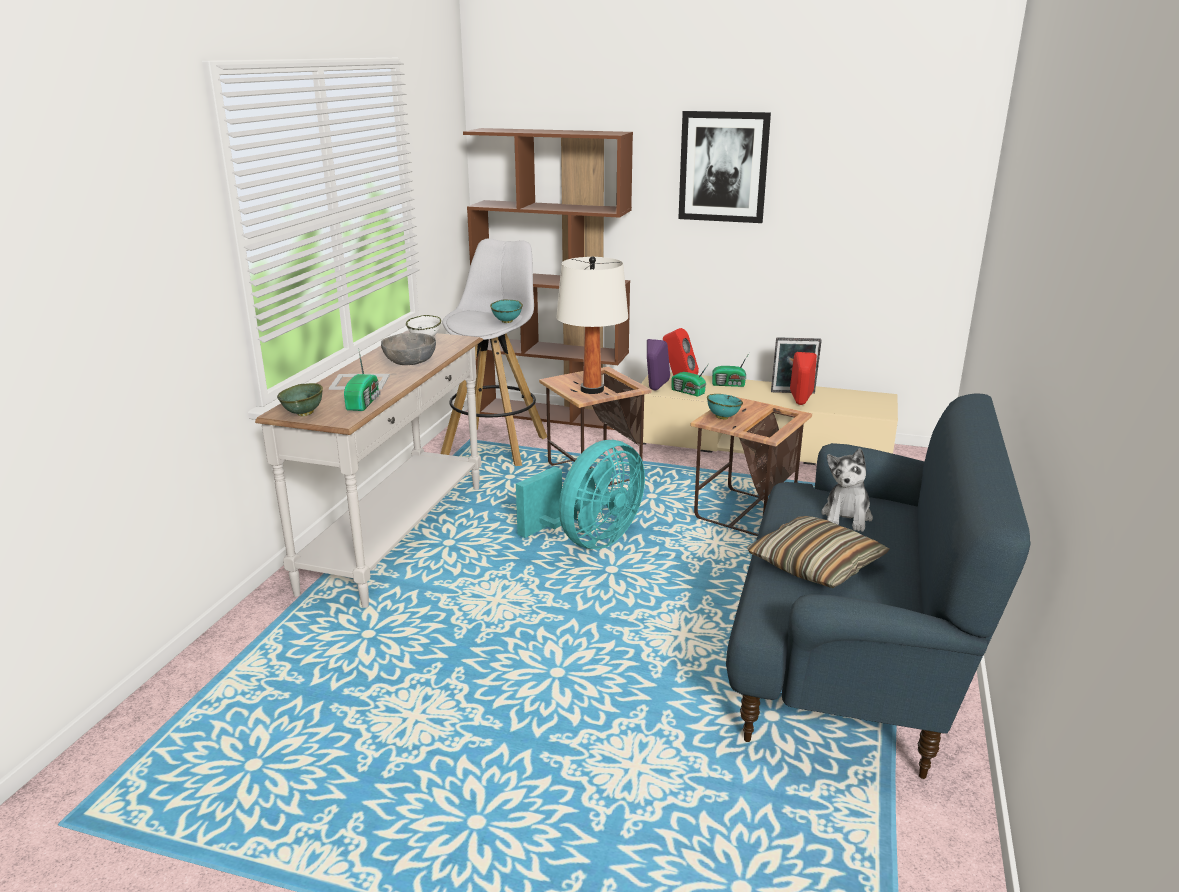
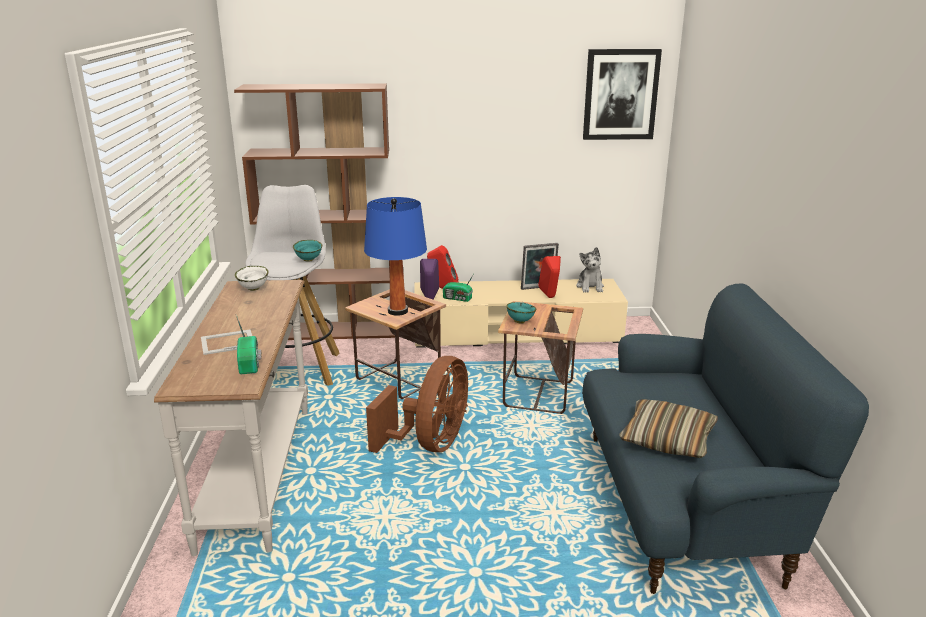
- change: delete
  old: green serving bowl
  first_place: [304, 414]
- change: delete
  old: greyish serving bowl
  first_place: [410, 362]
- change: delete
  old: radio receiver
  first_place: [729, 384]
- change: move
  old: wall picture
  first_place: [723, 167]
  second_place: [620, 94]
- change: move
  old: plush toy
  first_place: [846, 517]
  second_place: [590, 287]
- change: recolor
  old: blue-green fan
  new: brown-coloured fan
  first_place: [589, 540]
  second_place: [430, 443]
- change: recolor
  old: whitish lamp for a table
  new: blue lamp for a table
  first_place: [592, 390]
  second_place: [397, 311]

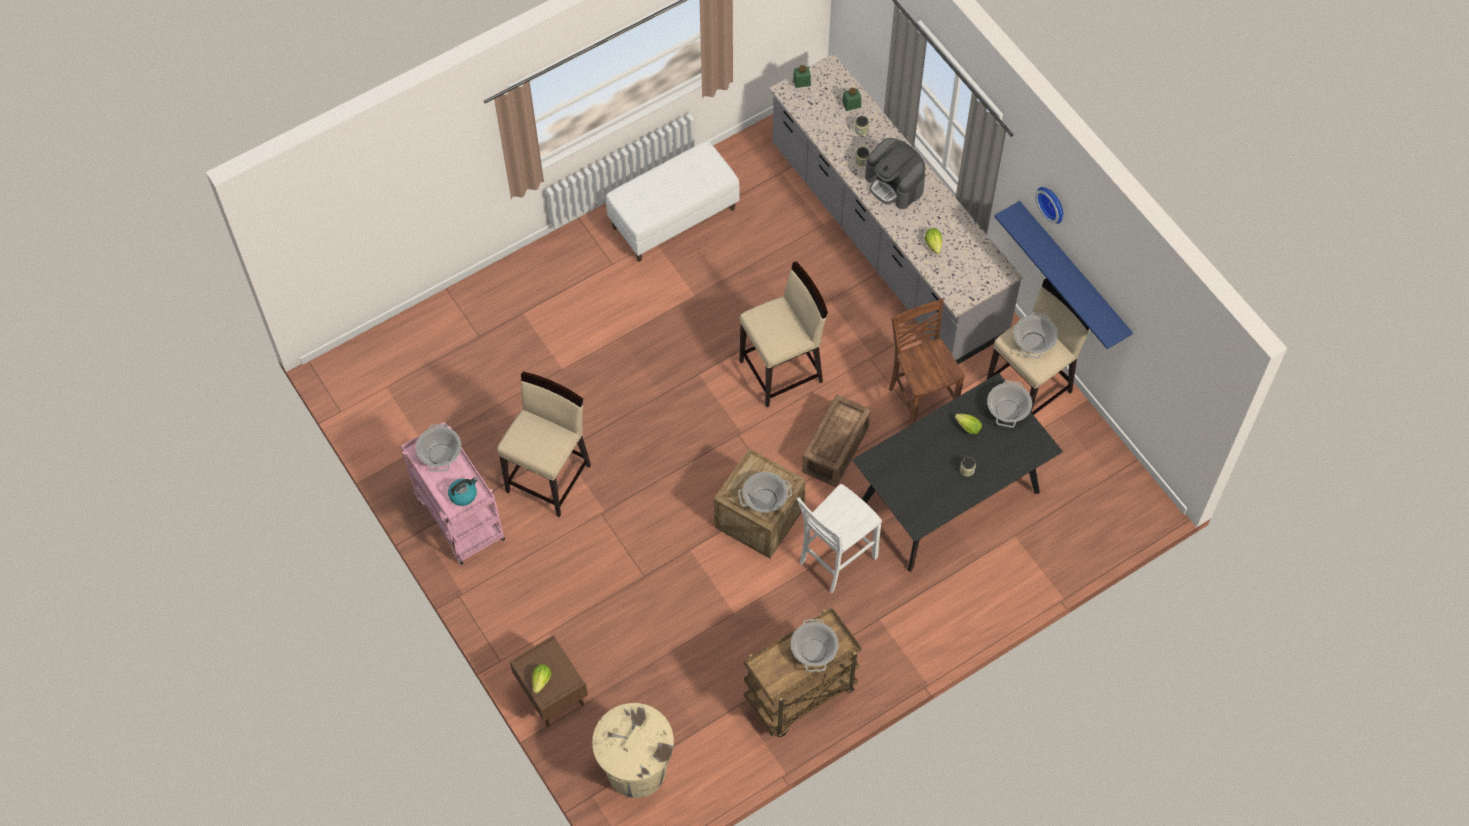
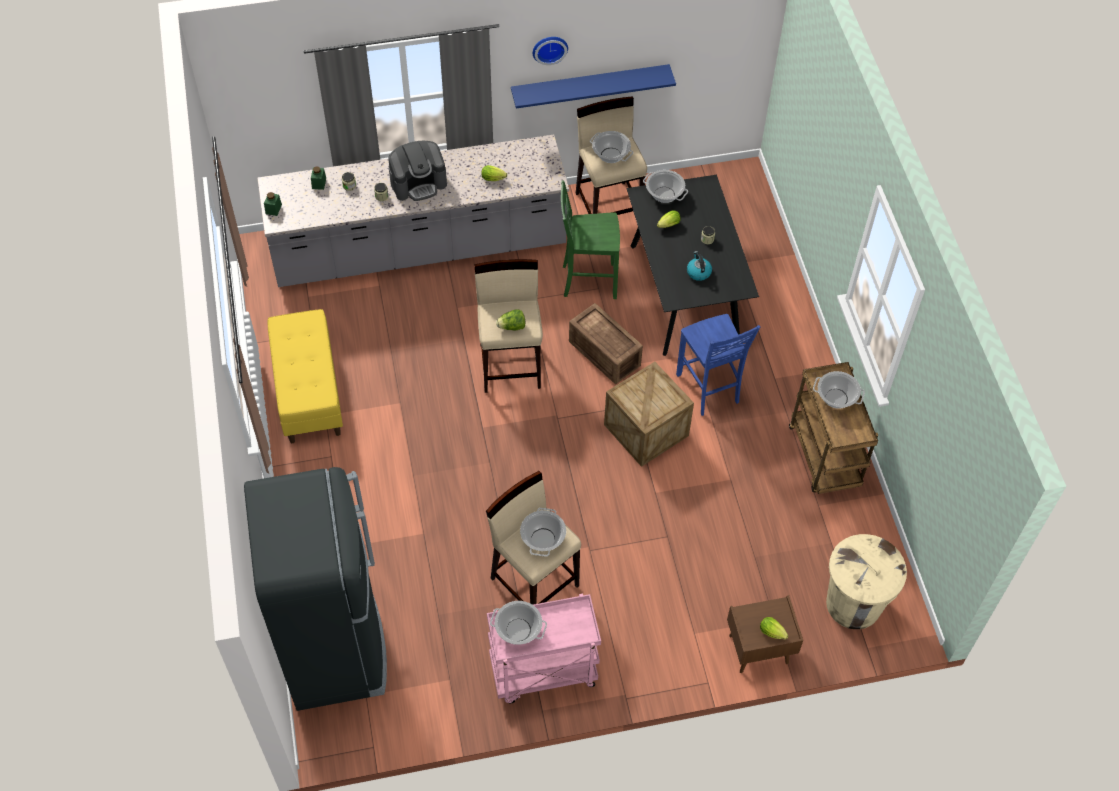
- change: insert
  new: black-coloured kitchen fridge
  second_place: [336, 648]
- change: insert
  new: lettuce head
  second_place: [512, 327]
- change: move
  old: tea kettle
  first_place: [463, 494]
  second_place: [698, 272]
- change: move
  old: stockpot
  first_place: [765, 499]
  second_place: [543, 538]
- change: recolor
  old: whitish indoor bench
  new: yellow-coloured indoor bench
  first_place: [674, 217]
  second_place: [308, 391]
- change: recolor
  old: whitish plain chair
  new: blue plain chair
  first_place: [835, 560]
  second_place: [708, 389]
- change: recolor
  old: brown-coloured plain chair
  new: green plain chair
  first_place: [920, 403]
  second_place: [587, 280]

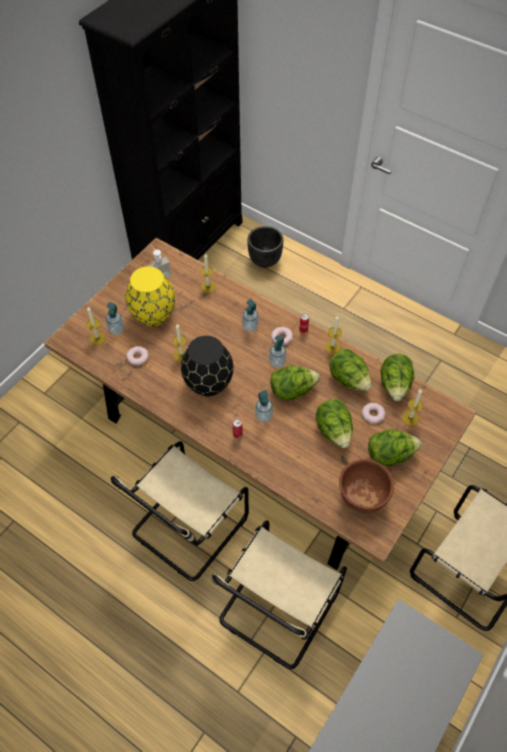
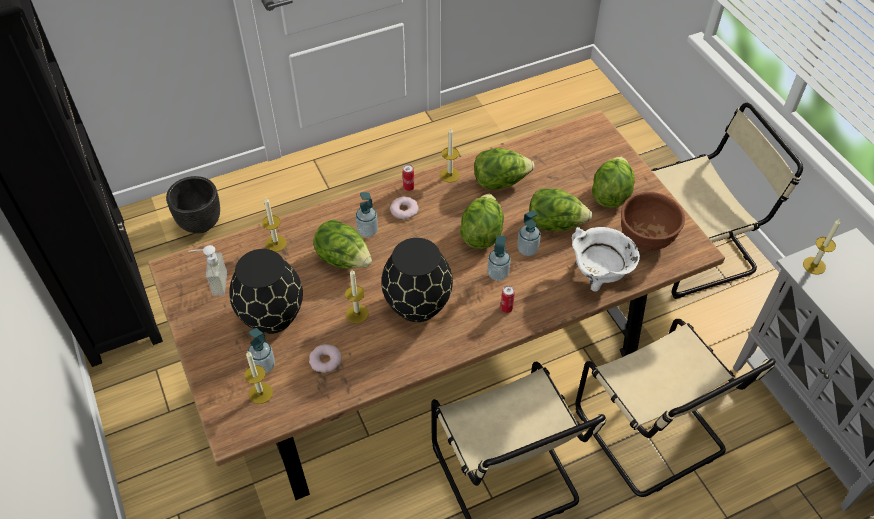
- change: delete
  old: donut
  first_place: [373, 414]
- change: insert
  new: whitish stockpot
  second_place: [598, 278]
- change: move
  old: soap bottle
  first_place: [277, 362]
  second_place: [527, 249]
- change: move
  old: lettuce head
  first_place: [394, 385]
  second_place: [344, 259]
- change: move
  old: wax candle
  first_place: [410, 418]
  second_place: [814, 265]
- change: recolor
  old: yellow-coloured flower vase
  new: black-coloured flower vase
  first_place: [154, 314]
  second_place: [272, 315]

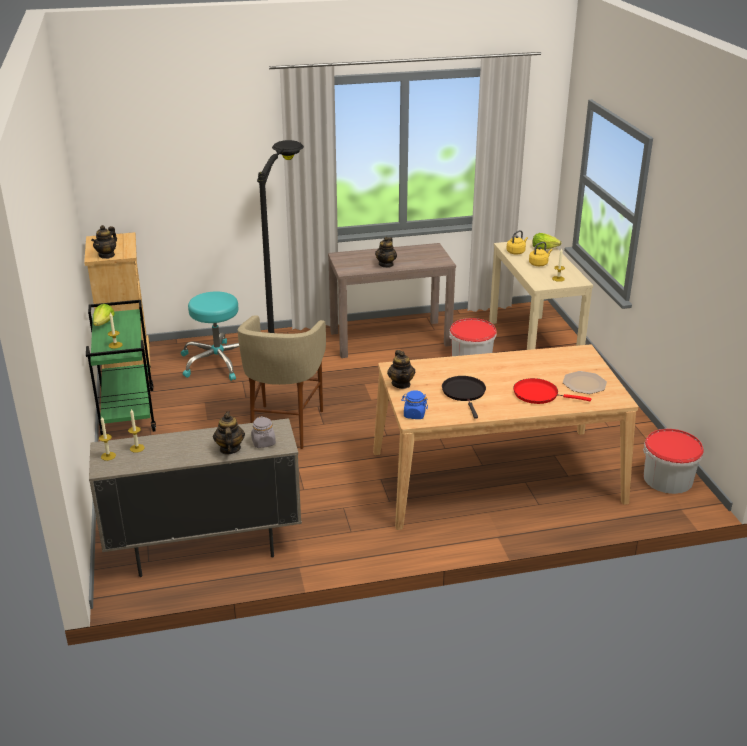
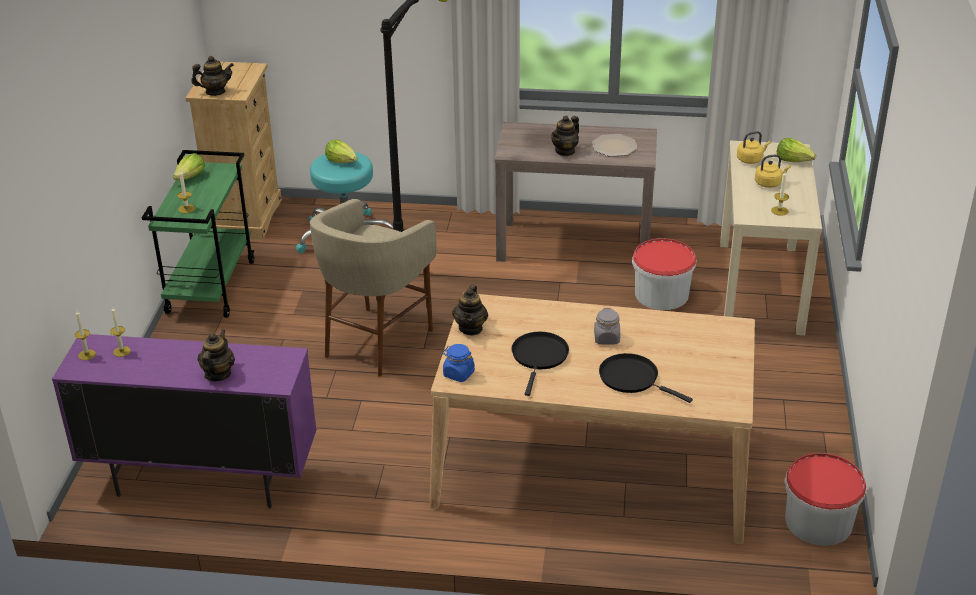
- change: insert
  new: lettuce head
  second_place: [342, 161]
- change: move
  old: greyish preserve jar
  first_place: [263, 442]
  second_place: [607, 338]
- change: move
  old: plate
  first_place: [584, 383]
  second_place: [614, 146]
- change: recolor
  old: beige storage cabinet
  new: purplish storage cabinet
  first_place: [204, 549]
  second_place: [202, 480]
- change: recolor
  old: red-coloured pan
  new: black-coloured pan
  first_place: [539, 394]
  second_place: [632, 378]
- change: rotate
  old: teapot
  first_place: [107, 255]
  second_place: [215, 92]
  degrees: -150

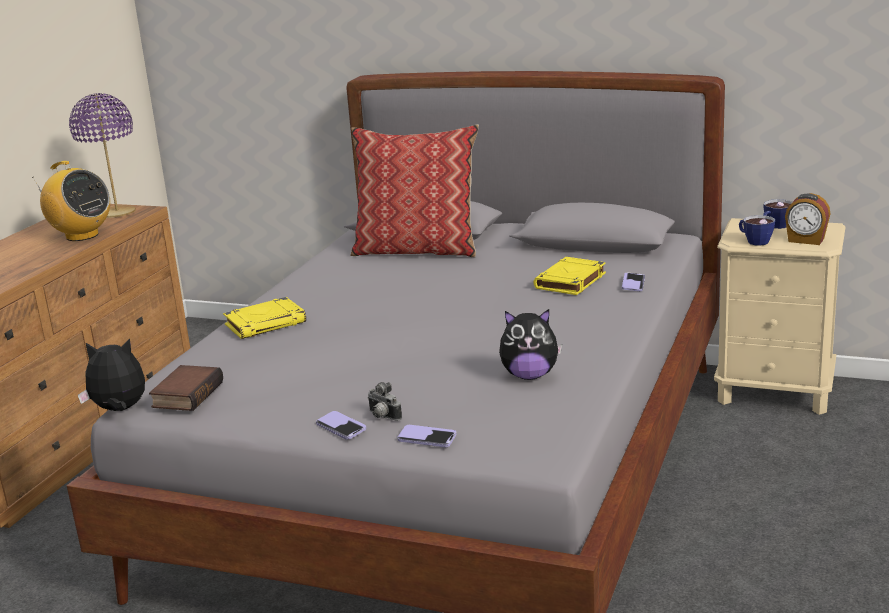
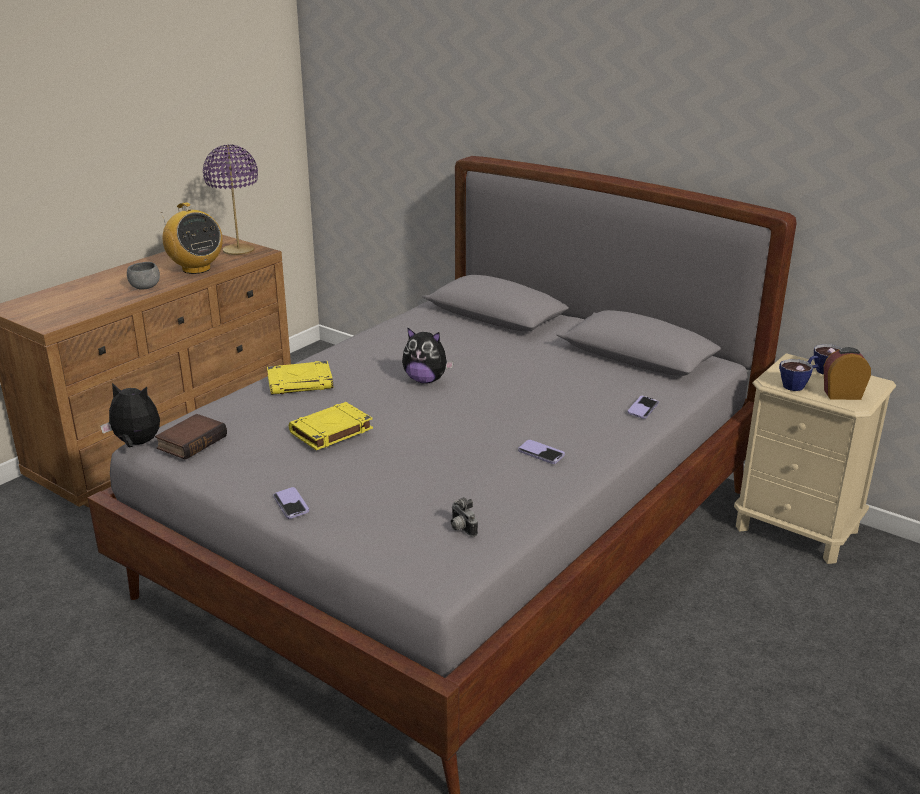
- change: delete
  old: throw pillow
  first_place: [418, 250]
- change: insert
  new: greyish serving bowl
  second_place: [145, 287]
- change: move
  old: still camera
  first_place: [382, 417]
  second_place: [461, 529]
- change: move
  old: phone
  first_place: [427, 438]
  second_place: [541, 453]
- change: move
  old: plush toy
  first_place: [530, 375]
  second_place: [426, 380]
- change: move
  old: yellow-coloured volume
  first_place: [570, 281]
  second_place: [330, 431]
- change: rotate
  old: table clock
  first_place: [806, 240]
  second_place: [842, 394]
  degrees: 135

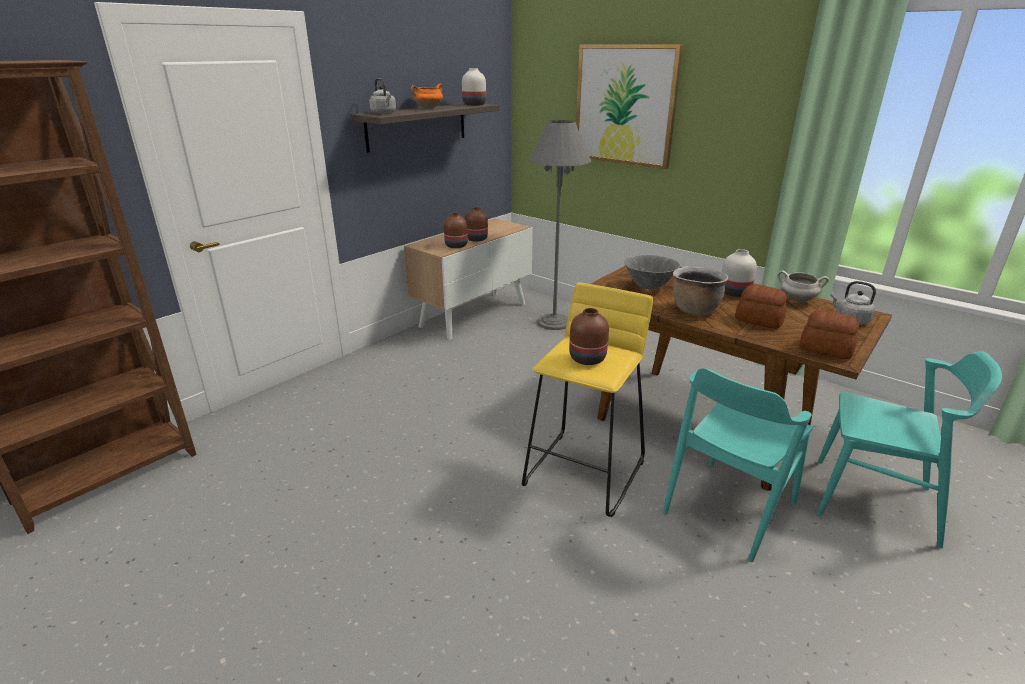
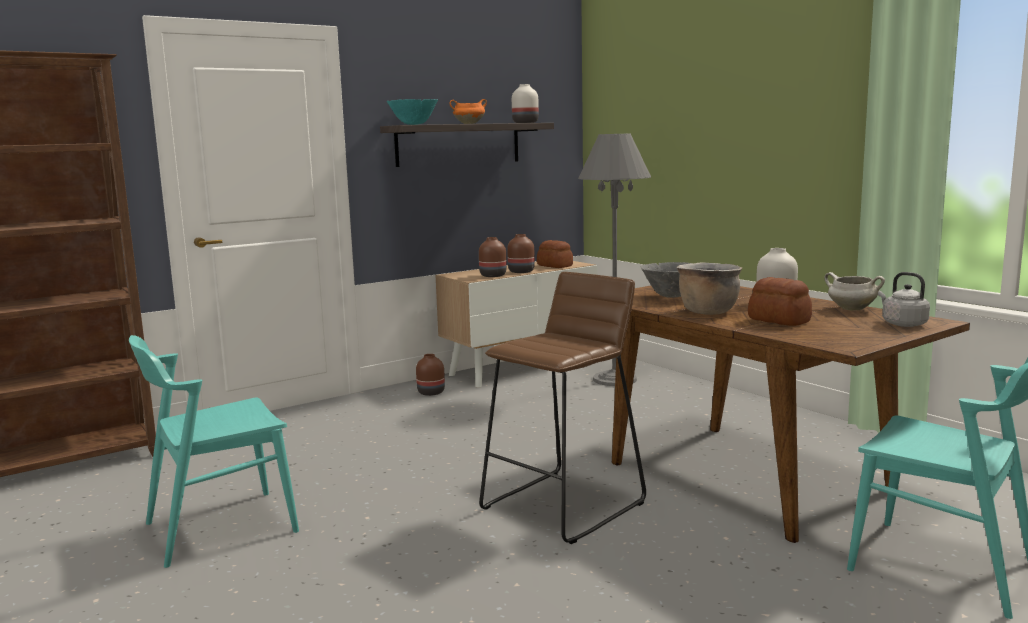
- change: delete
  old: wall picture
  first_place: [625, 105]
- change: move
  old: brown-coloured flower vase
  first_place: [588, 358]
  second_place: [431, 392]
- change: move
  old: blue-green plain chair
  first_place: [729, 508]
  second_place: [220, 527]
- change: move
  old: bakery bread
  first_place: [825, 349]
  second_place: [555, 266]
- change: replace
  old: greyish tea kettle
  new: blue-green serving bowl
  first_place: [384, 113]
  second_place: [414, 124]
- change: recolor
  old: yellow-coloured stool
  new: brown-coloured stool
  first_place: [585, 472]
  second_place: [564, 505]

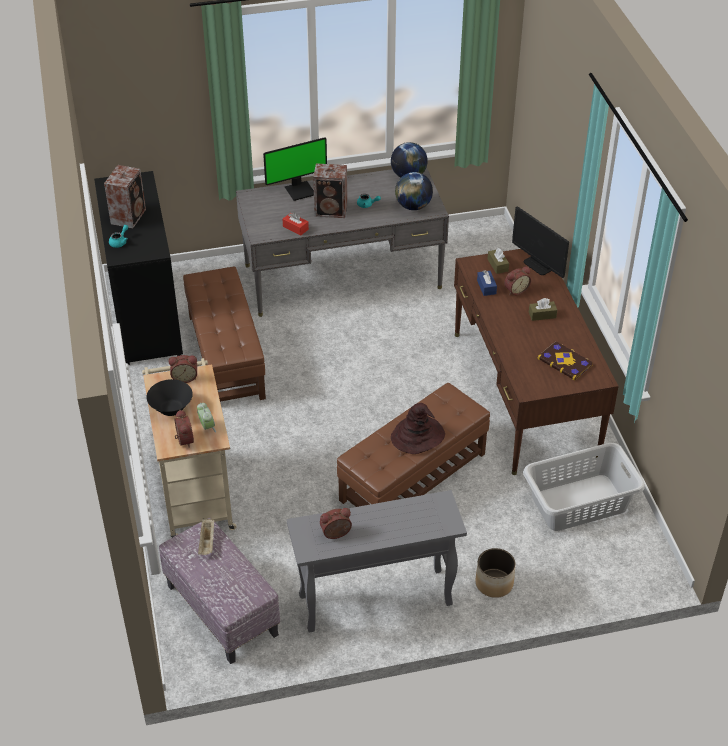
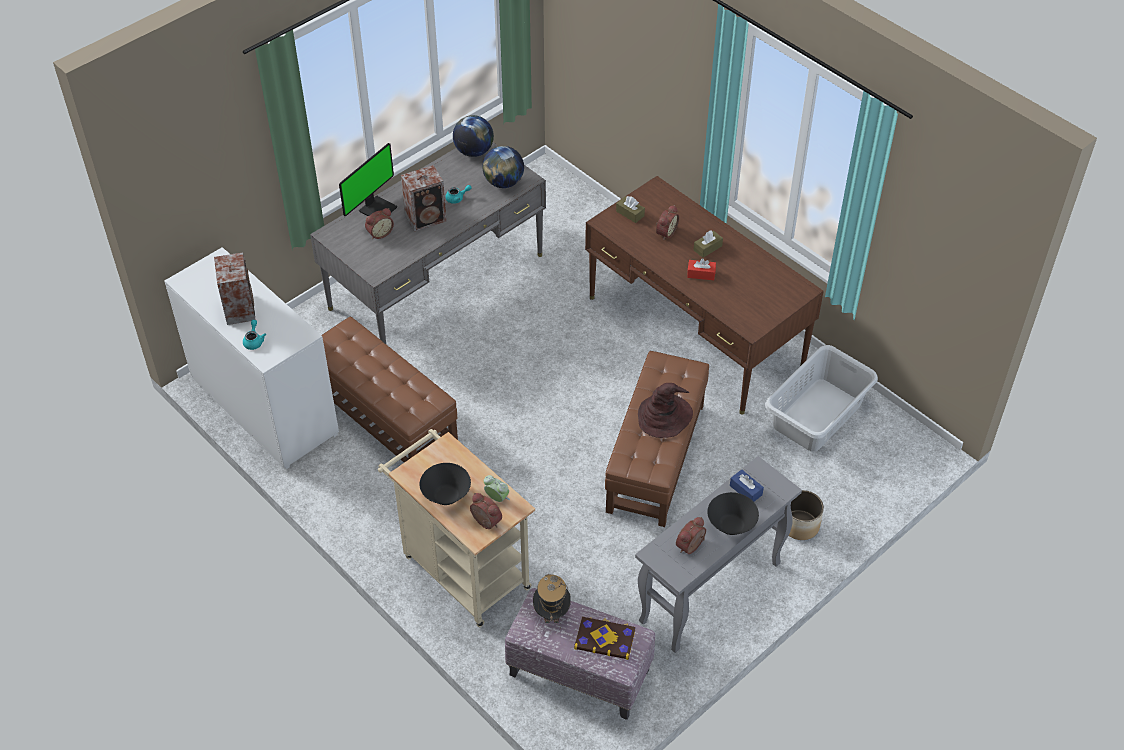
- change: delete
  old: computer display
  first_place: [538, 265]
- change: insert
  new: black-coloured serving bowl
  second_place: [731, 525]
- change: move
  old: table clock
  first_place: [185, 377]
  second_place: [379, 233]
- change: move
  old: red-coloured tissue holder
  first_place: [295, 228]
  second_place: [701, 274]
- change: move
  old: blue tissue holder
  first_place: [486, 287]
  second_place: [745, 490]
- change: move
  old: volume
  first_place: [565, 362]
  second_place: [605, 638]
- change: replace
  old: beige carrying tray
  new: clothing hat
  first_place: [207, 542]
  second_place: [551, 613]
- change: recolor
  old: black-coloured drawer chest
  new: whitish drawer chest
  first_place: [145, 315]
  second_place: [264, 406]

